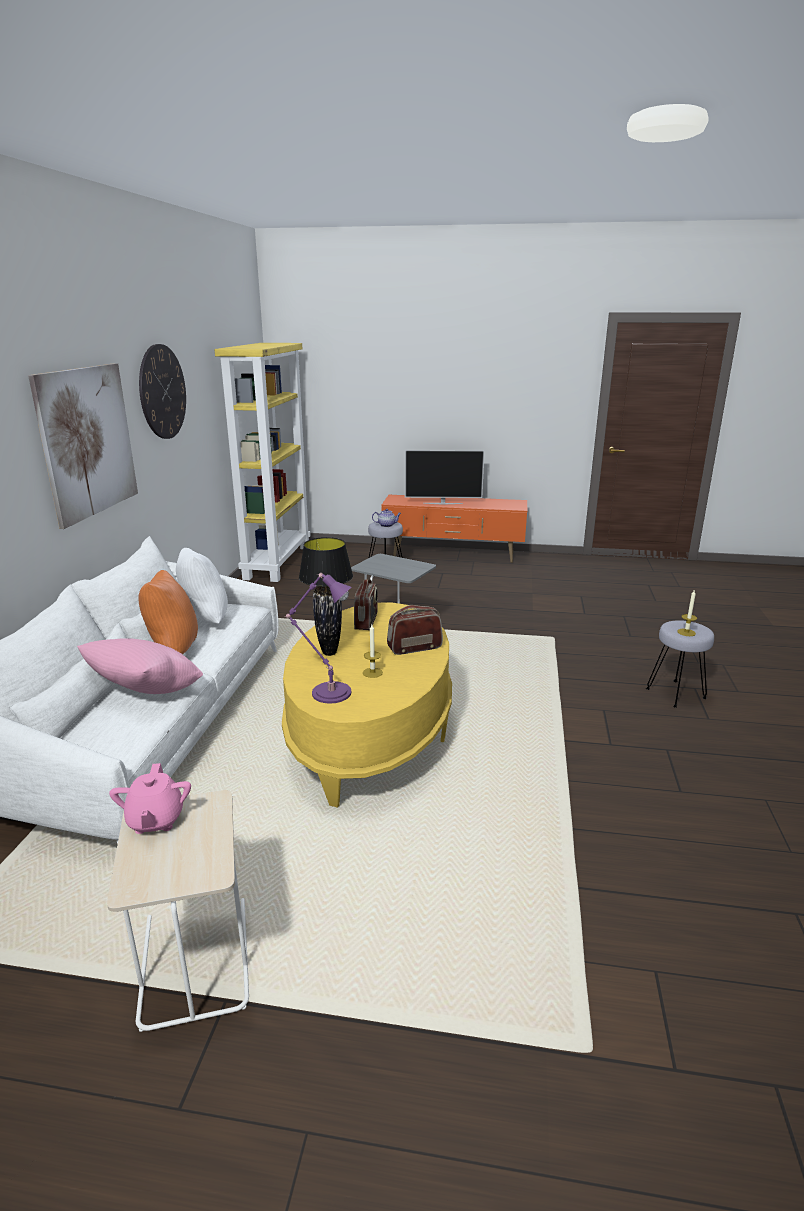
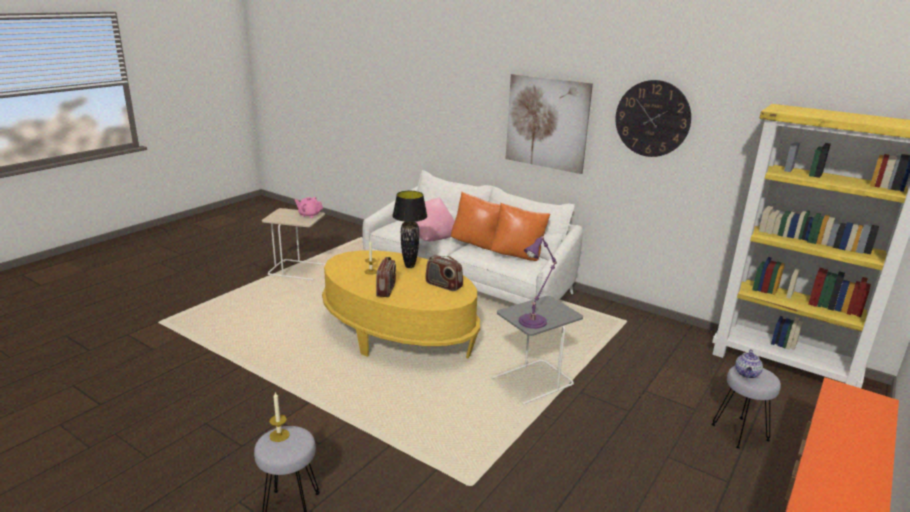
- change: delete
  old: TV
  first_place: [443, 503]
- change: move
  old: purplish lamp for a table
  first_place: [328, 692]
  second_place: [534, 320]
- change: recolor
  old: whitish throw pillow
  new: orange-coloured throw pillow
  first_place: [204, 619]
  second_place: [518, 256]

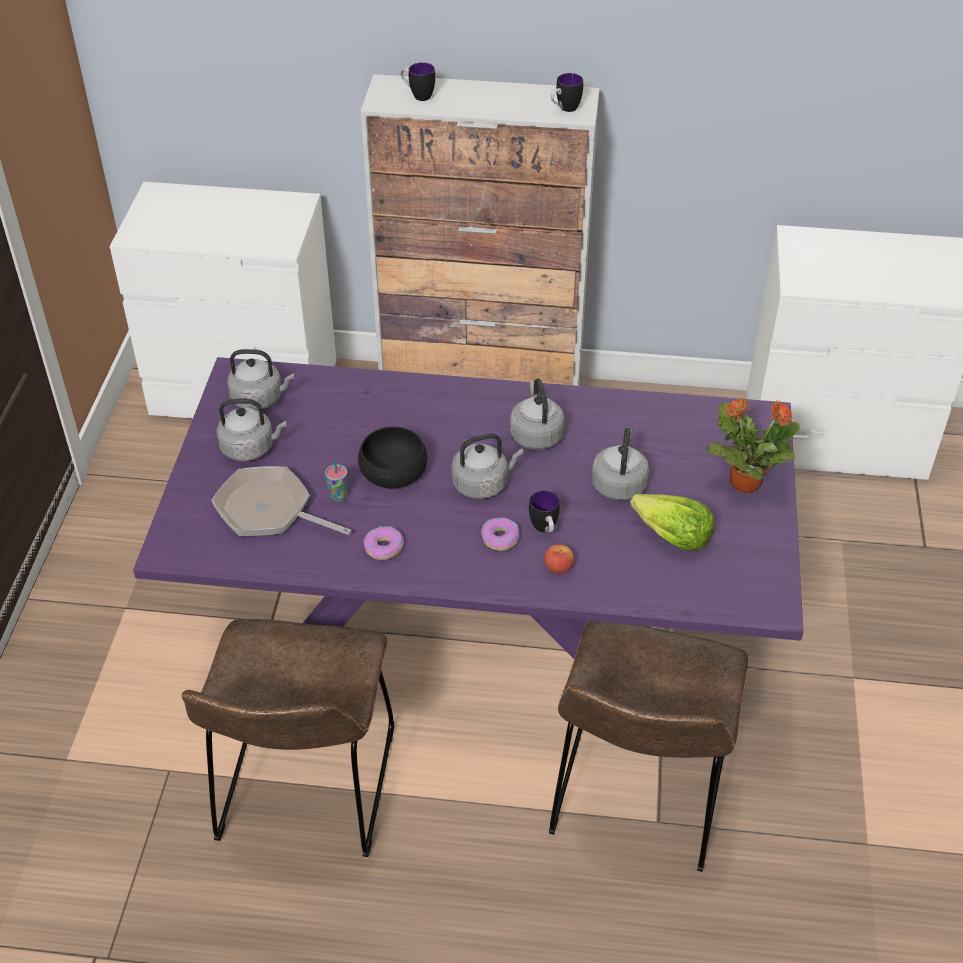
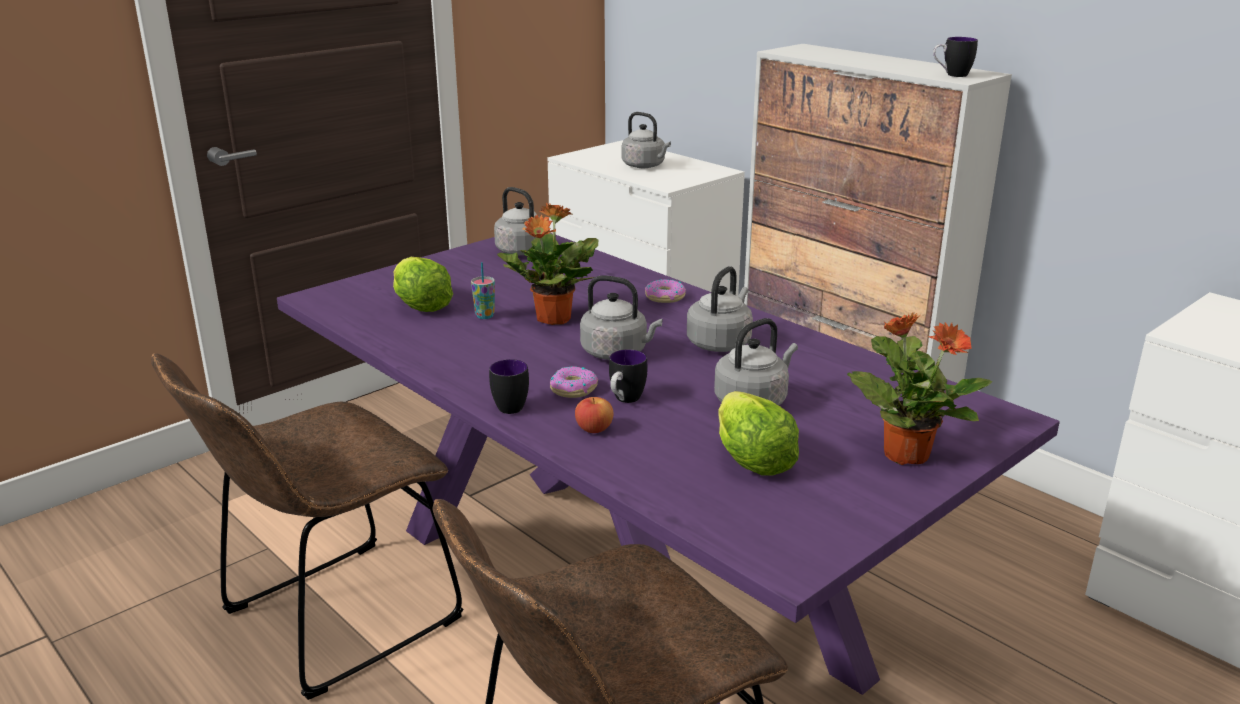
- change: move
  old: greyish tea kettle
  first_place: [251, 448]
  second_place: [645, 166]
- change: move
  old: donut
  first_place: [384, 547]
  second_place: [664, 297]
- change: move
  old: mug
  first_place: [418, 95]
  second_place: [508, 405]
- change: replace
  old: pan
  new: lettuce head
  first_place: [269, 511]
  second_place: [420, 304]
- change: replace
  old: black-coloured serving bowl
  new: plant in a pot
  first_place: [393, 472]
  second_place: [552, 319]

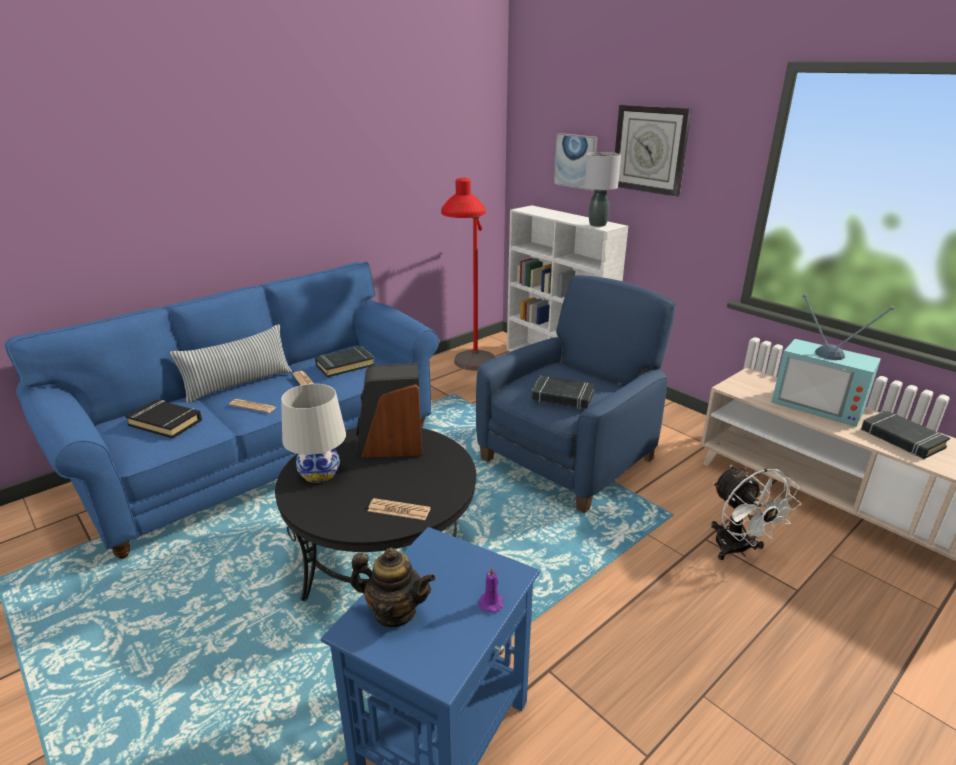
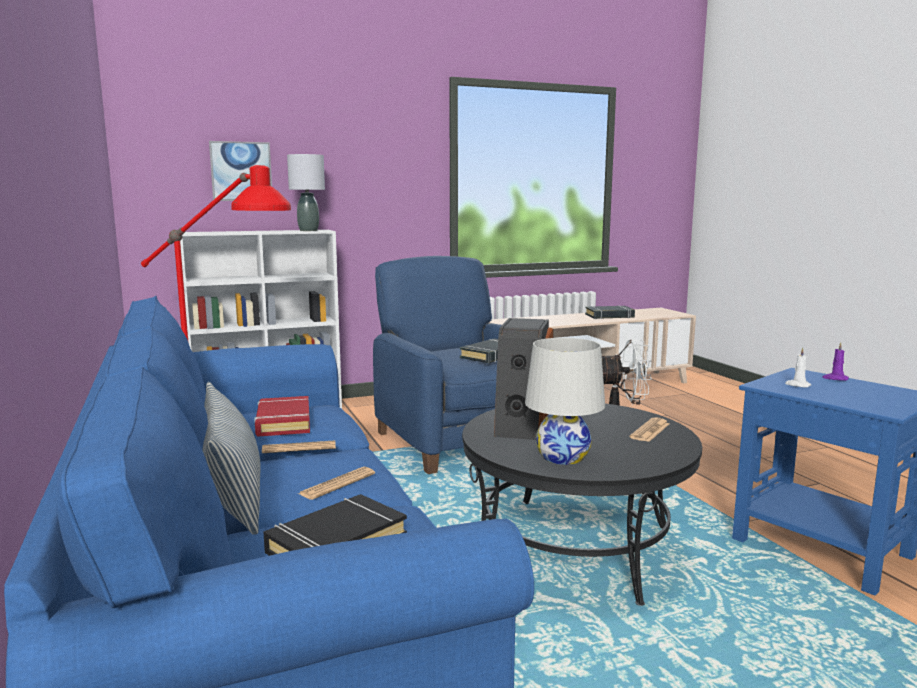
- change: delete
  old: teapot
  first_place: [395, 612]
- change: delete
  old: clock on the wall
  first_place: [650, 149]
- change: delete
  old: TV
  first_place: [819, 405]
- change: insert
  new: whitish wax candle
  second_place: [797, 385]
- change: recolor
  old: black-coloured volume
  new: red-coloured volume
  first_place: [345, 365]
  second_place: [283, 422]

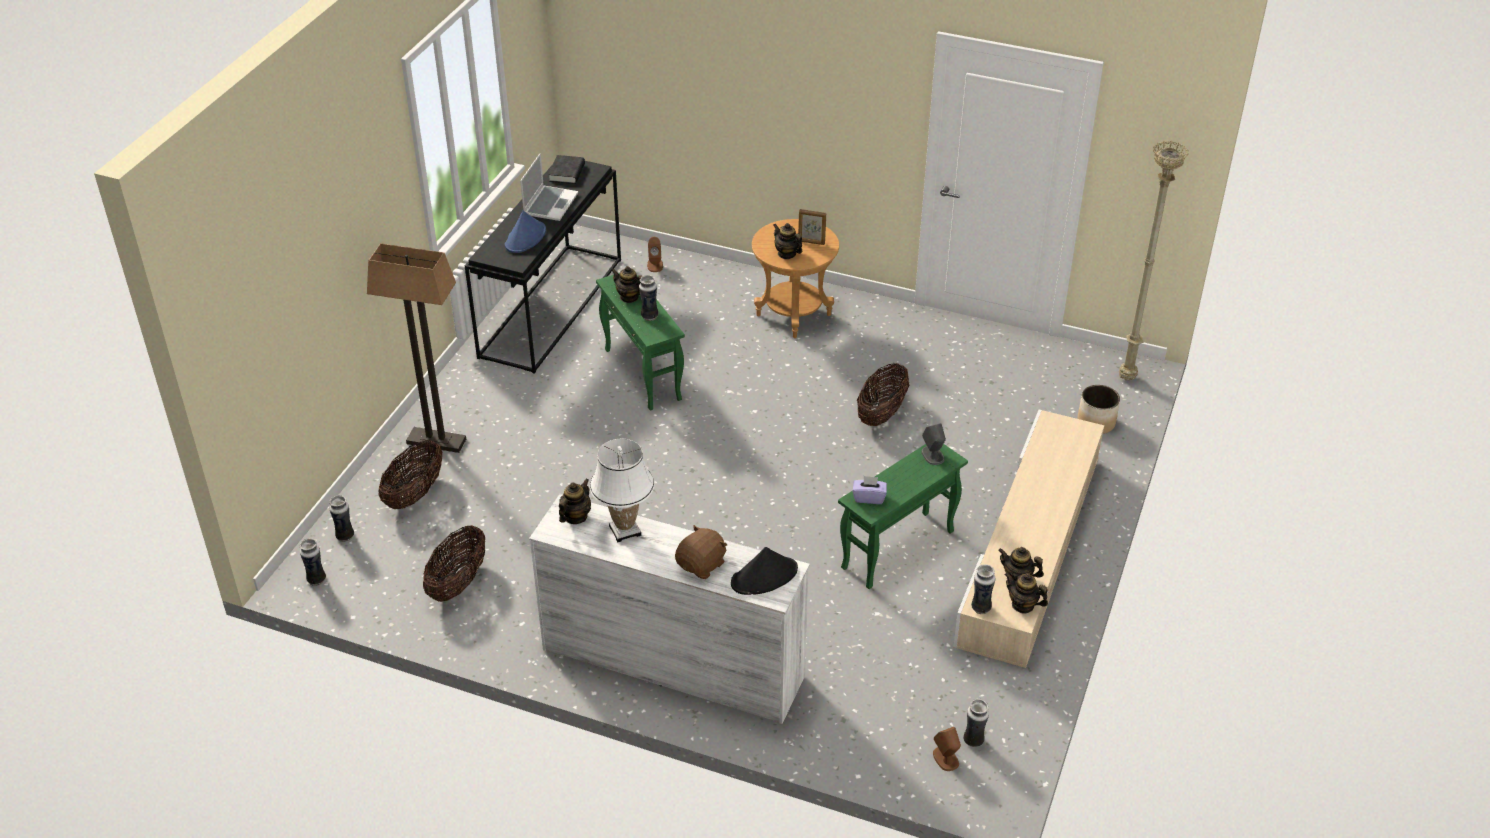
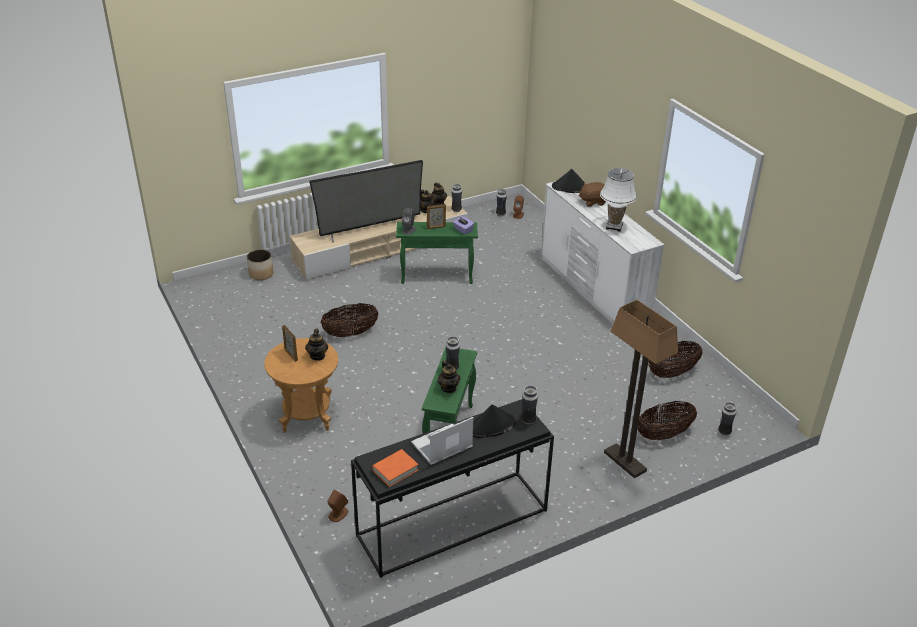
- change: delete
  old: teapot
  first_place: [575, 517]
- change: delete
  old: beige standing lamp
  first_place: [1127, 379]
- change: insert
  new: TV
  second_place: [370, 228]
- change: insert
  new: standing frame
  second_place: [436, 227]
- change: move
  old: flower vase
  first_place: [316, 579]
  second_place: [528, 420]
- change: recolor
  old: blue clothing hat
  new: black-coloured clothing hat
  first_place: [525, 238]
  second_place: [491, 426]
- change: recolor
  old: black-coloured volume
  new: orange-coloured volume
  first_place: [567, 173]
  second_place: [395, 470]

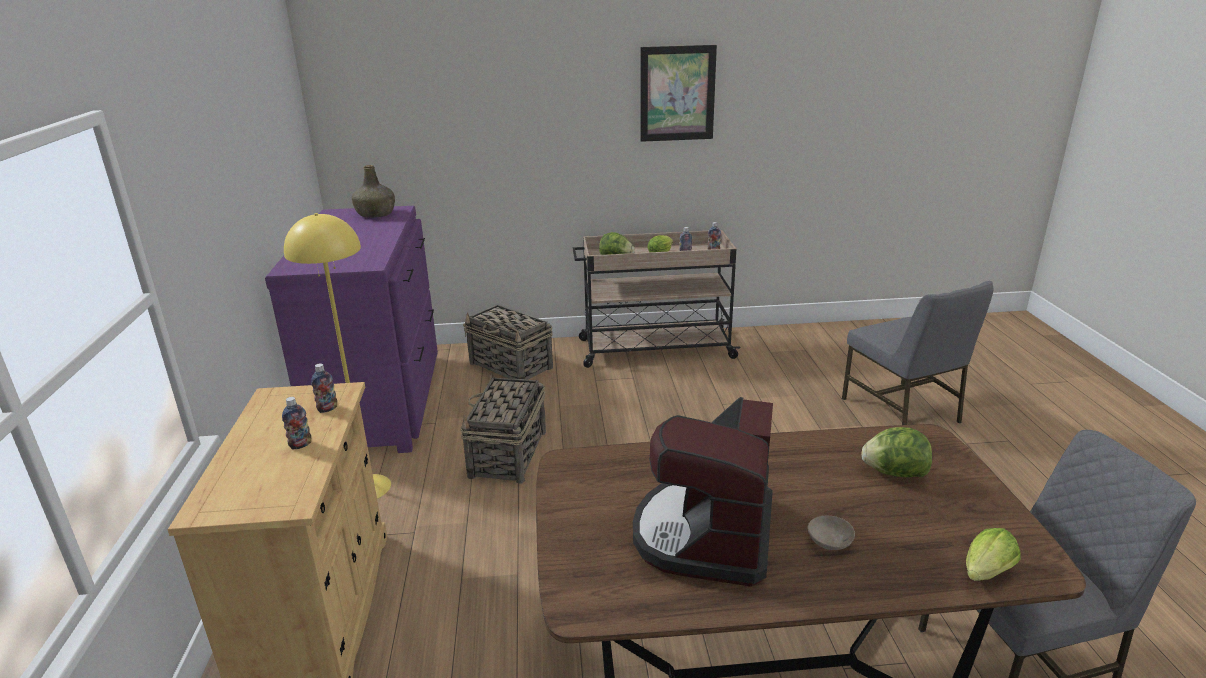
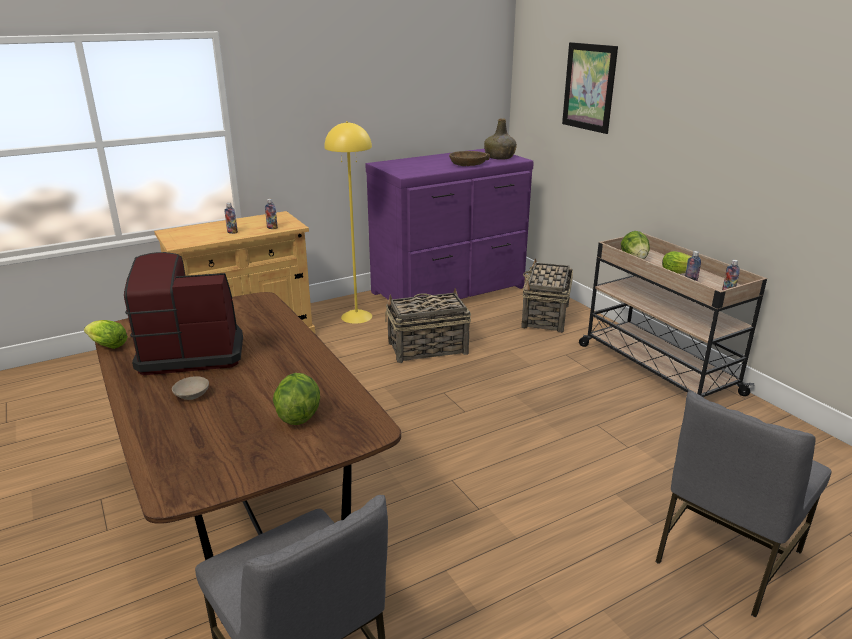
- change: insert
  new: brown-coloured serving bowl
  second_place: [468, 164]
- change: move
  old: wall picture
  first_place: [677, 93]
  second_place: [589, 87]
- change: move
  old: lettuce head
  first_place: [984, 575]
  second_place: [106, 345]

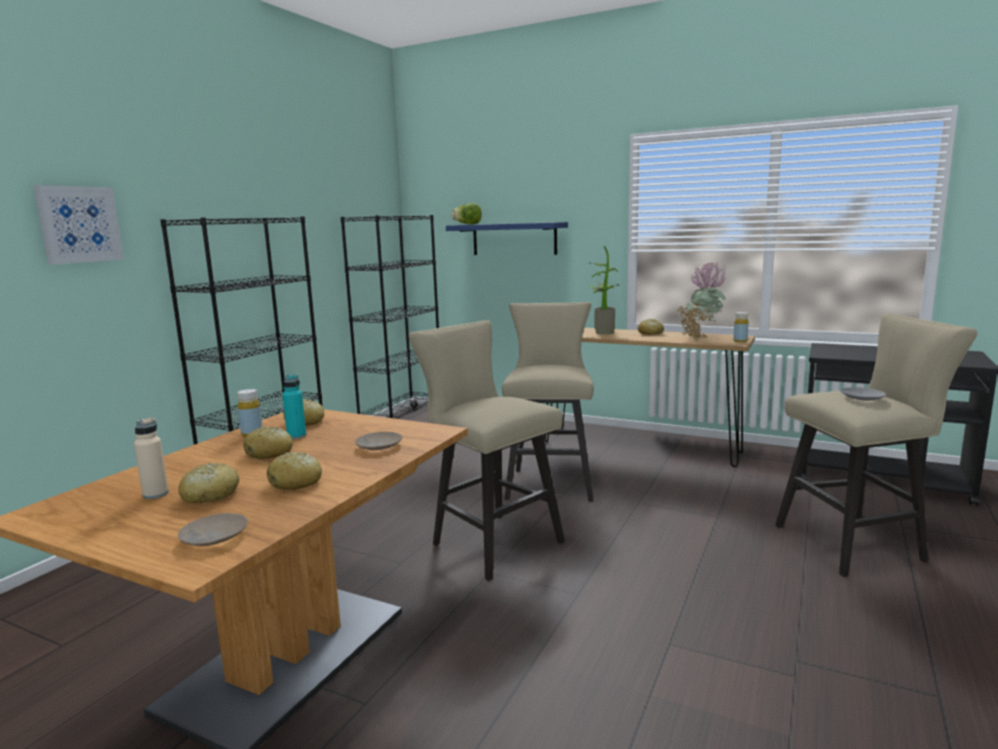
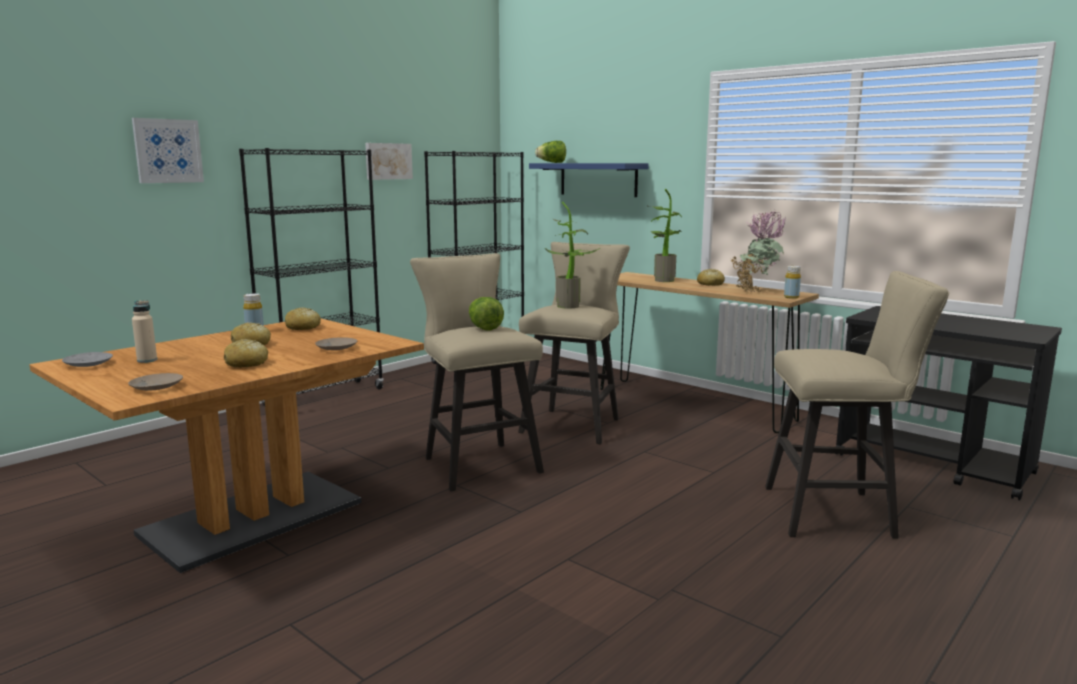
- change: delete
  old: bakery bread
  first_place: [210, 495]
- change: delete
  old: blue-green drink bottle
  first_place: [296, 436]
- change: insert
  new: wall picture
  second_place: [388, 161]
- change: insert
  new: lettuce head
  second_place: [484, 328]
- change: insert
  new: plant in a pot
  second_place: [571, 306]
- change: move
  old: greyish plate
  first_place: [861, 398]
  second_place: [88, 364]

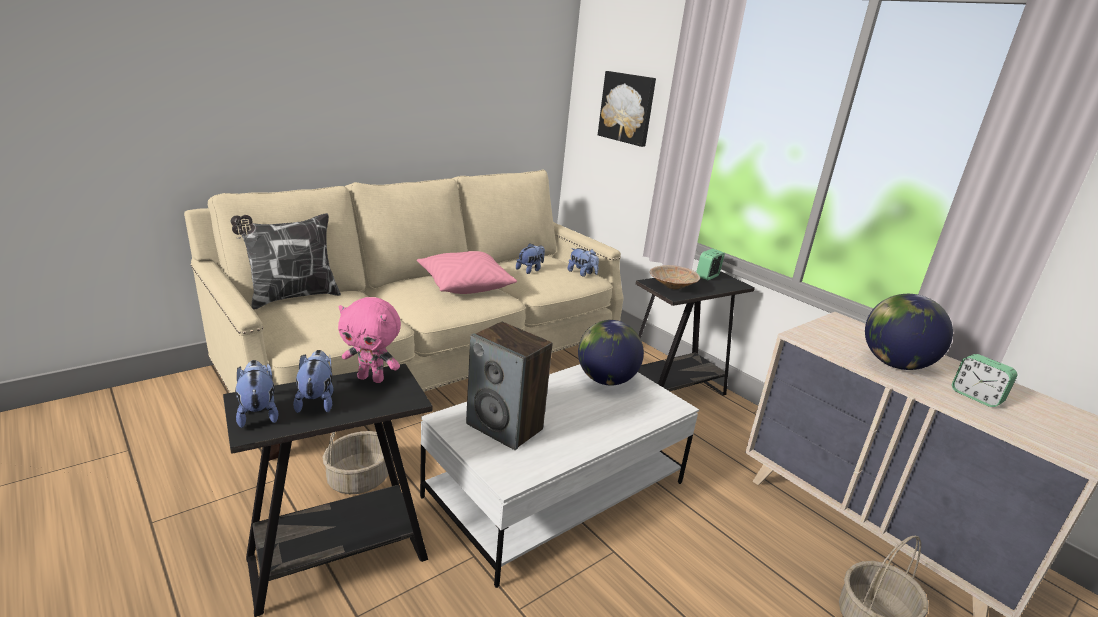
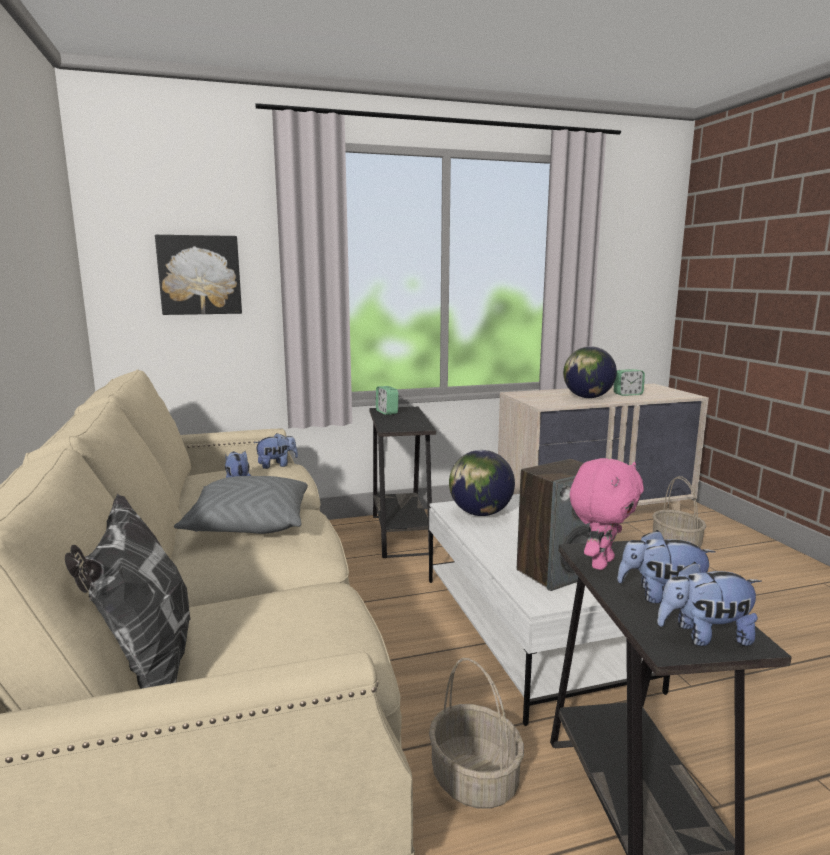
- change: delete
  old: beige serving bowl
  first_place: [671, 287]
- change: recolor
  old: pink-coloured throw pillow
  new: greyish throw pillow
  first_place: [464, 285]
  second_place: [249, 525]

